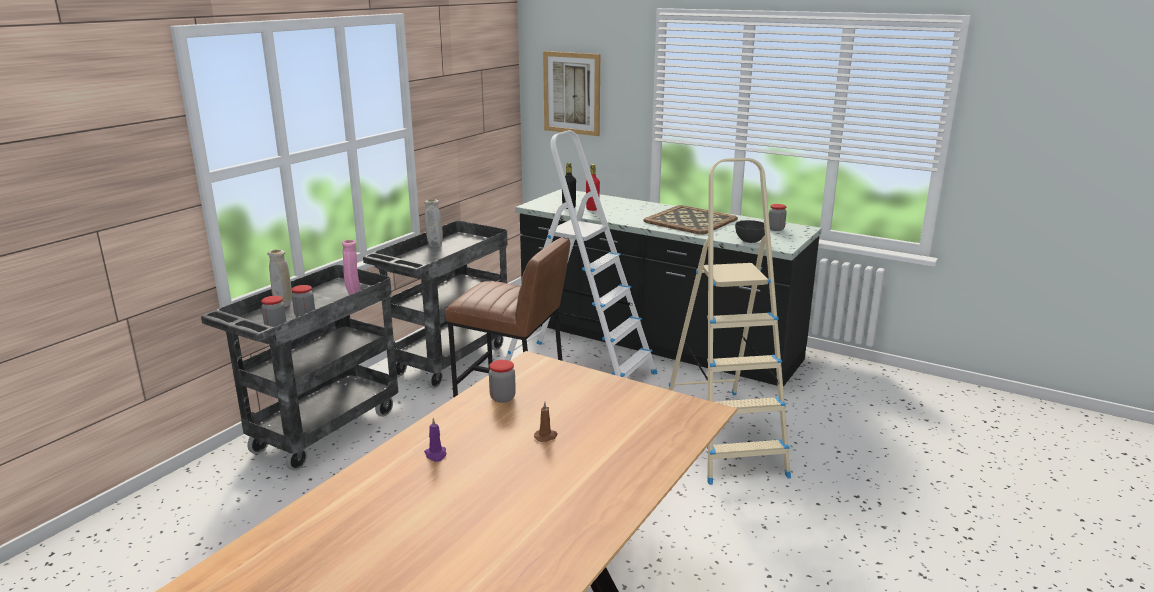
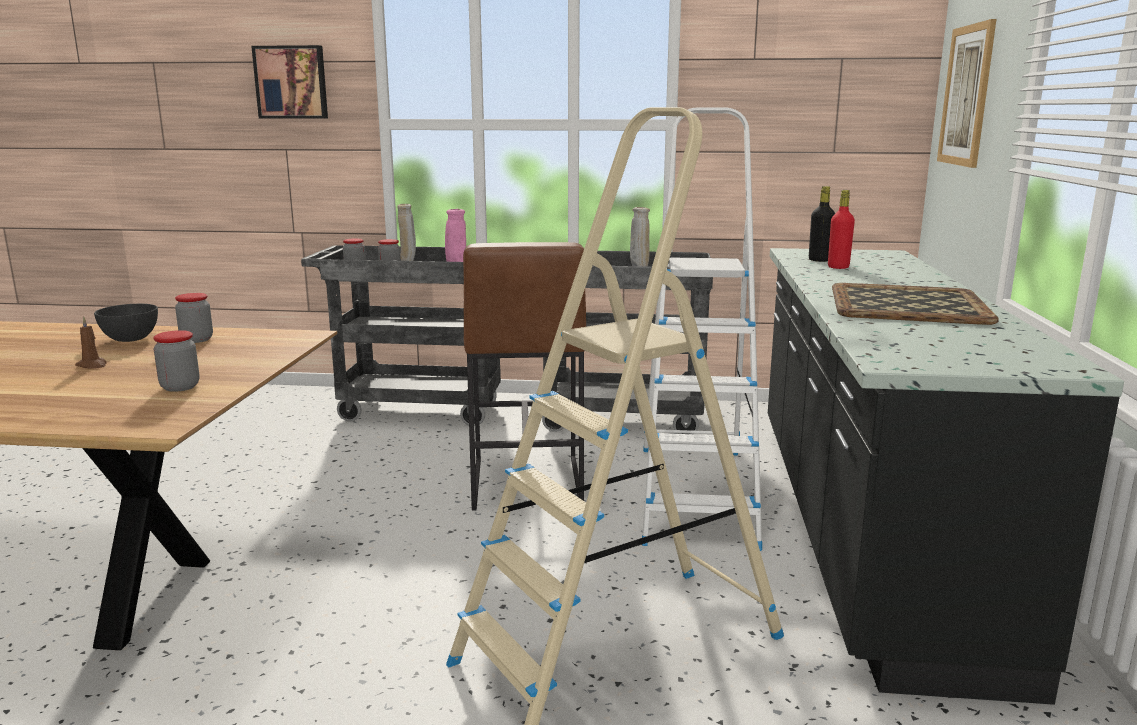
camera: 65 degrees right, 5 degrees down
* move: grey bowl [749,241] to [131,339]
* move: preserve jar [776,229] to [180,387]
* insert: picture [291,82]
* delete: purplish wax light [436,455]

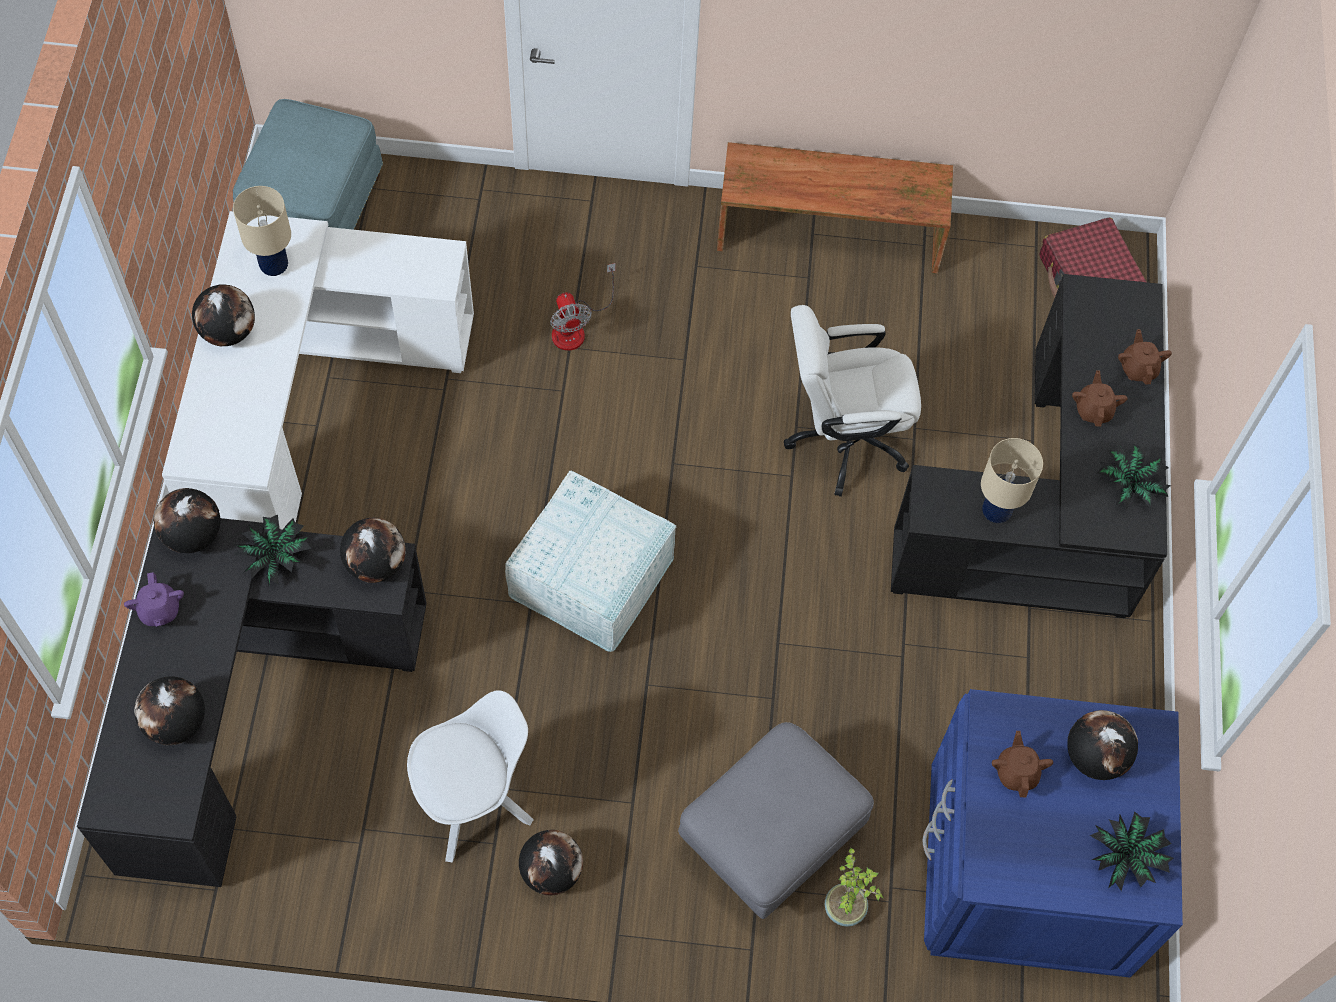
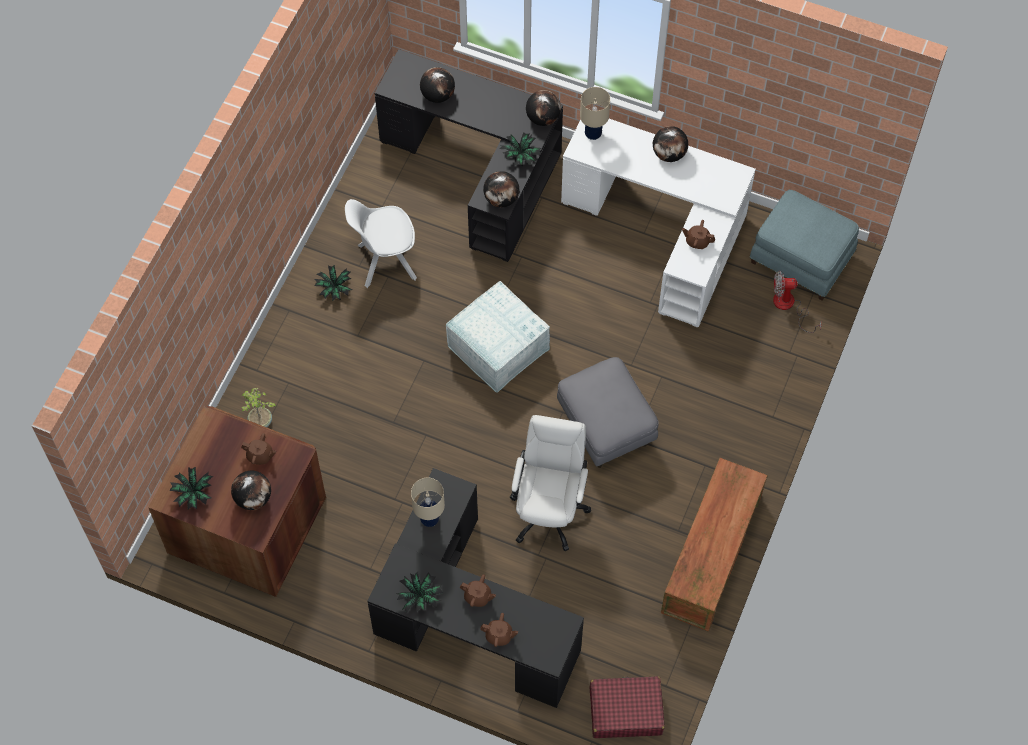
camera: 110 degrees right, 0 degrees up
* recolor: blue chest of drawers [1028,865] to brown chest of drawers [247,523]
* replace: globe [551,871] to potted plant [334,288]
* rotate: white-coloured plain chair [474,802] = [385,262] 90 degrees clockwise
* move: grey footrest [770,840] to [605,427]
* move: sand-coloured tabletop lamp [274,267] to [593,134]
* insert: brown teapot [697,241]
* move: cooling fan [576,327] to [789,306]
* delete: purplish teapot [159,610]

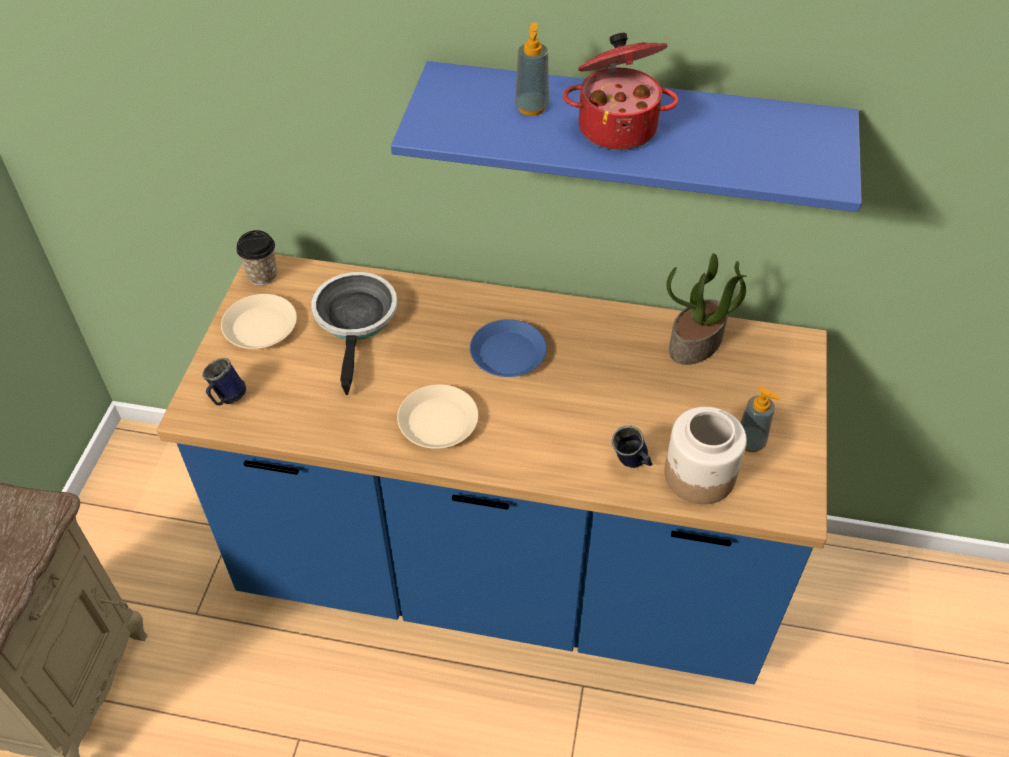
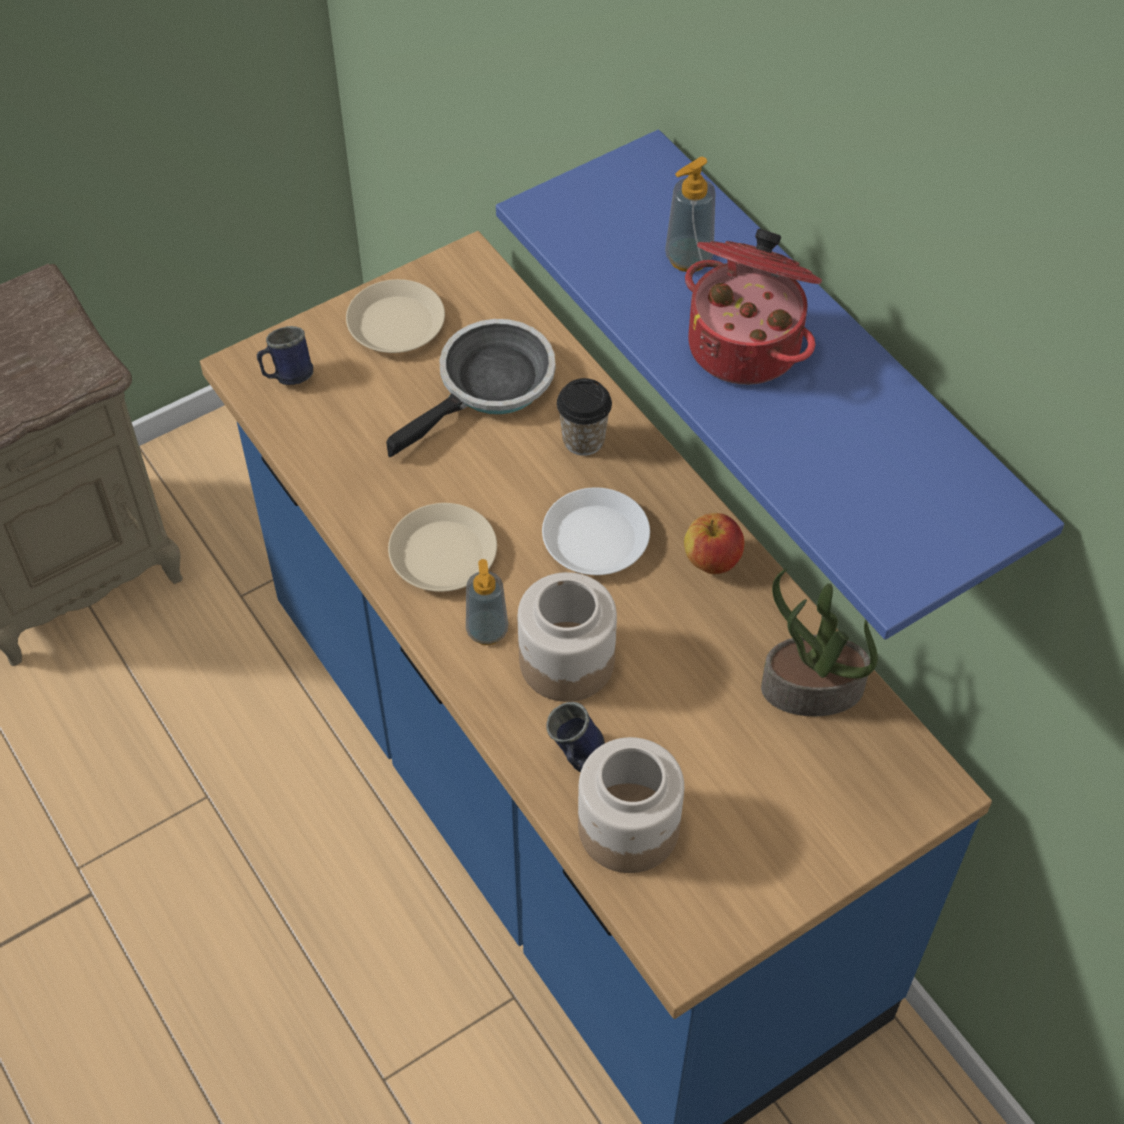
camera: 45 degrees right, 5 degrees up
* move: soap dispenser [750,442] to [487,631]
* insert: preserve jar [566,660]
* recolor: blue flat dish [508,354] to white-coloured flat dish [595,539]
* move: drinking cup [262,276] to [583,440]
* insert: apple [712,560]

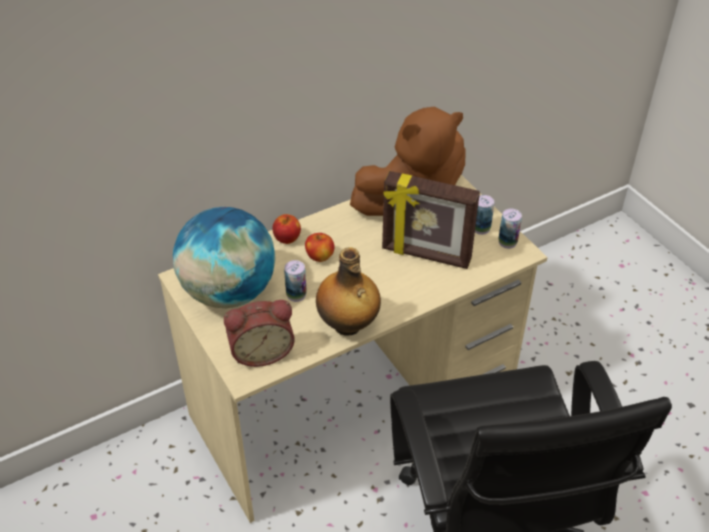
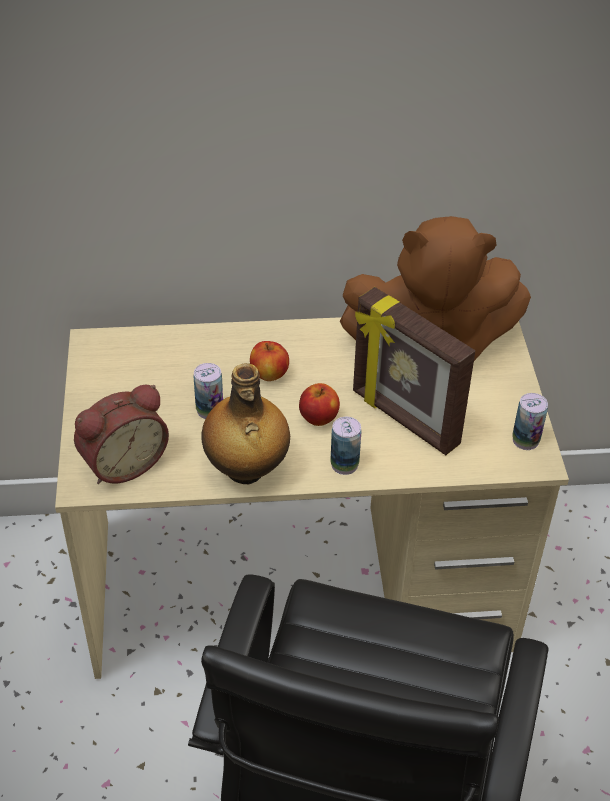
camera: 25 degrees right, 0 degrees up
* rotate: bedside clock [261,351] = [123,462] 45 degrees counterclockwise
* move: apple [287,239] to [318,418]
* move: metal can [481,228] to [344,464]
* delete: globe [229,292]

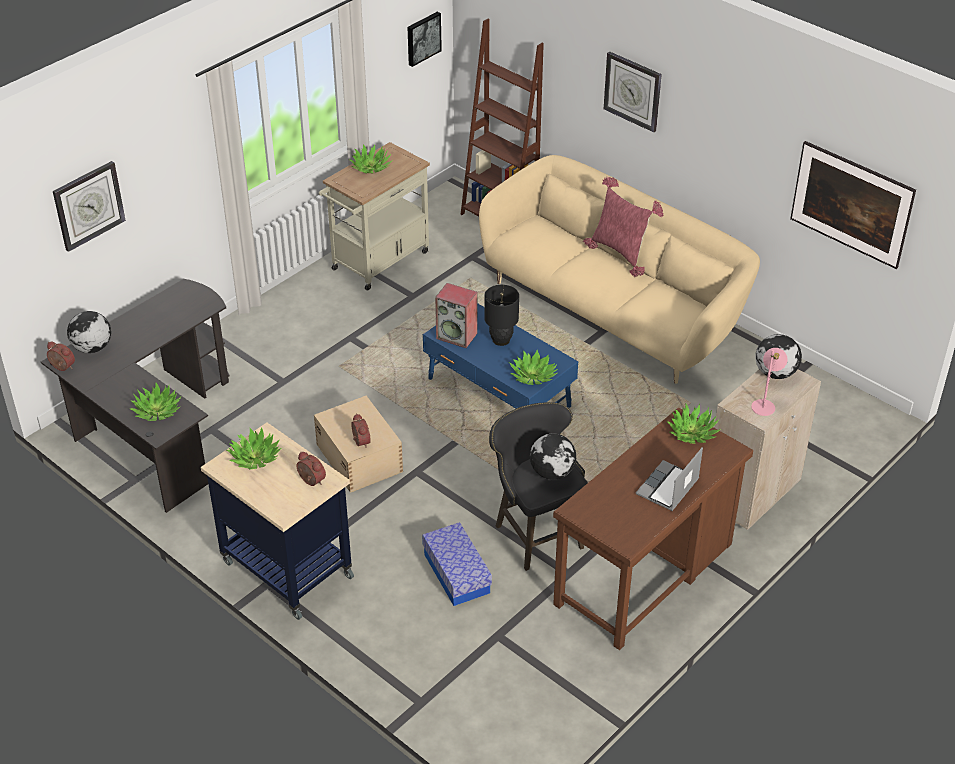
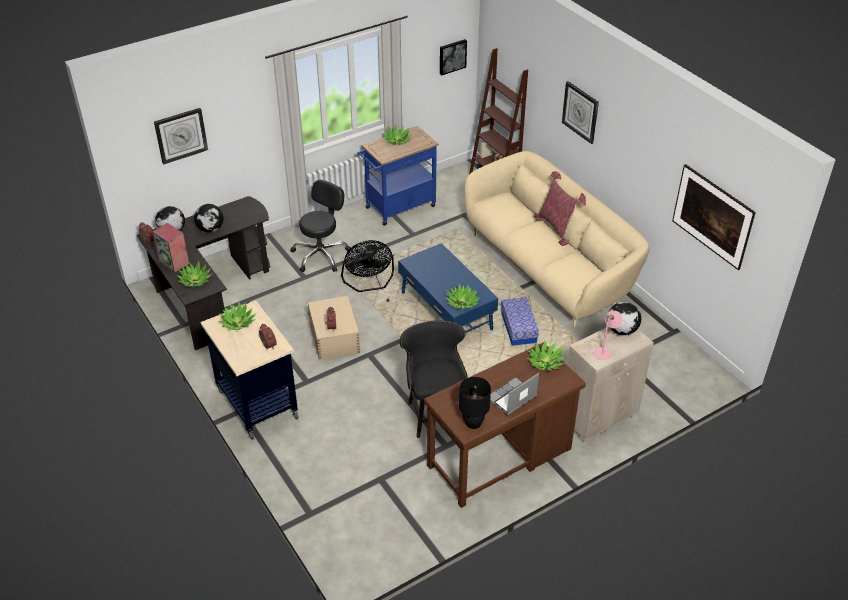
camera: 15 degrees right, 0 degrees up
* move: loudspeaker [457,336] to [174,263]
* move: globe [552,472] to [211,229]
* insert: black office chair [322,254]
* insert: black cooling fan [372,285]
* recolor: sand-coloured trolley [378,262] to blue trolley [398,208]
* move: black tabletop lamp [501,340] to [473,423]
* move: storage box [457,573] to [518,328]

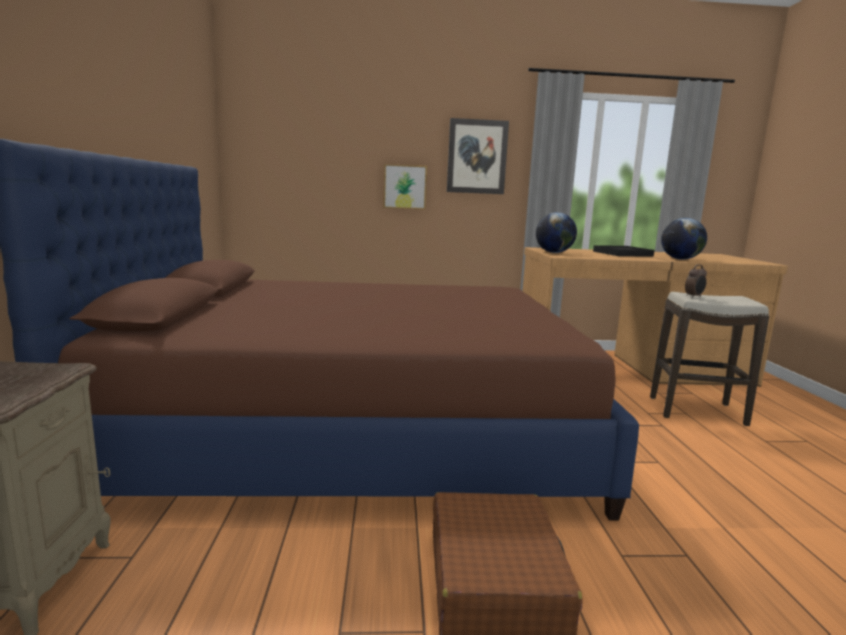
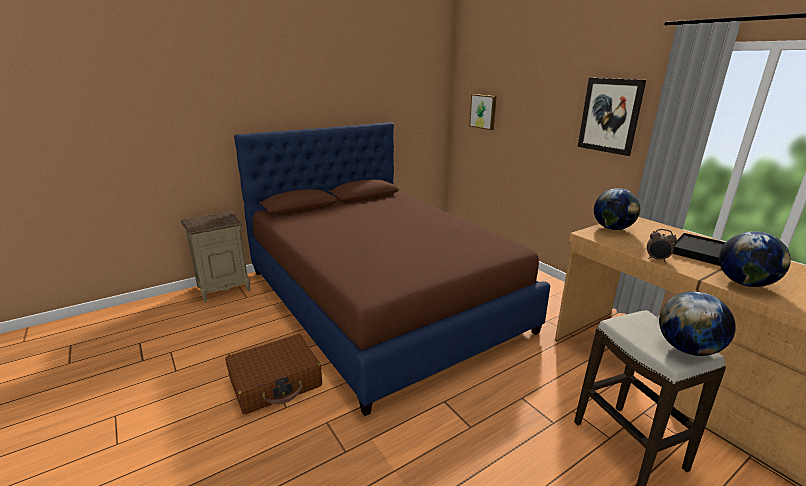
camera: 60 degrees right, 10 degrees up
* move: picture [405,187] to [483,111]
* move: bedside clock [694,296] to [657,259]
* insert: globe [687,349]

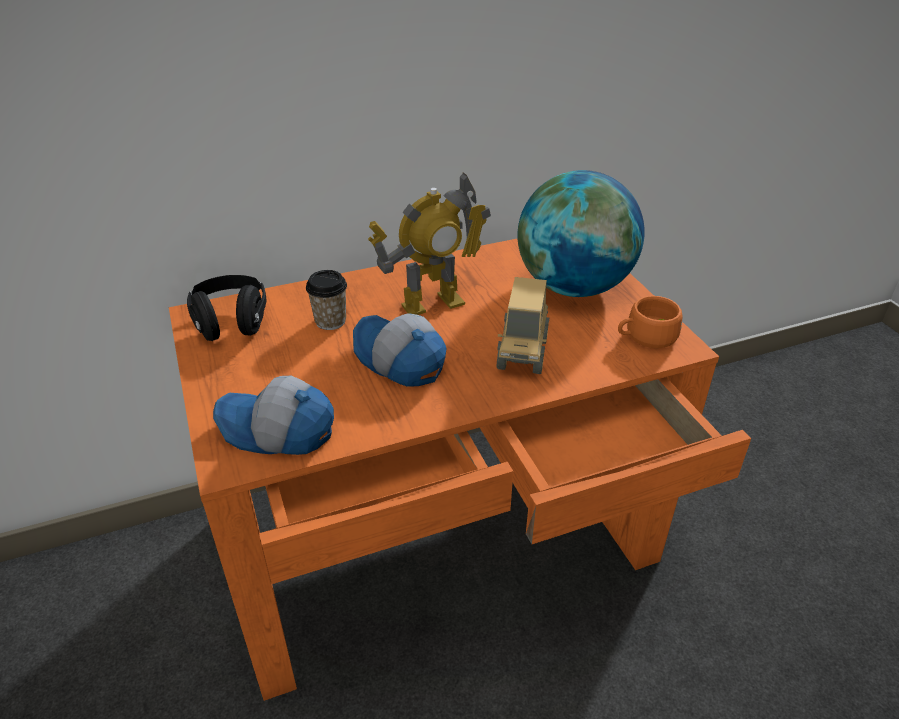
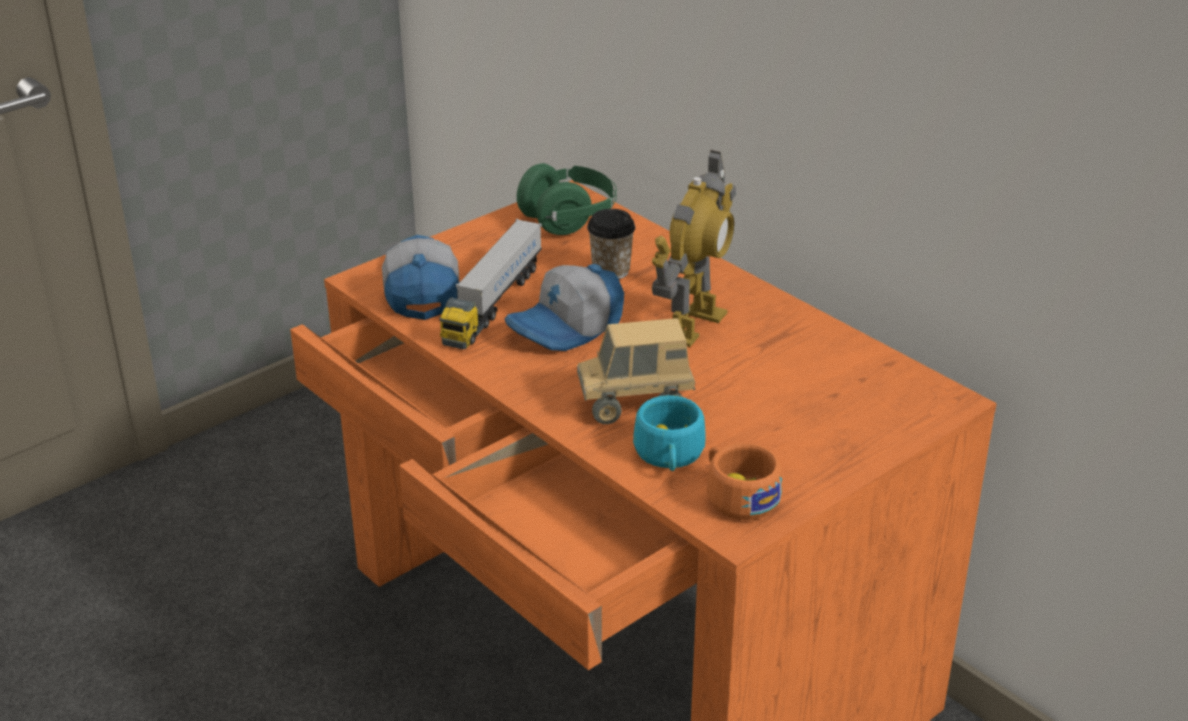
camera: 70 degrees right, 5 degrees down
* insert: model truck [493,303]
* rotate: baseball cap [398,361] = [567,328] 150 degrees counterclockwise
* recolor: black headphones [231,323] to greenish headphones [568,219]
* insert: turquoise drinking cup [669,456]
* rotate: toy robot [432,303] = [693,325] 105 degrees counterclockwise
* delete: globe [574,287]

